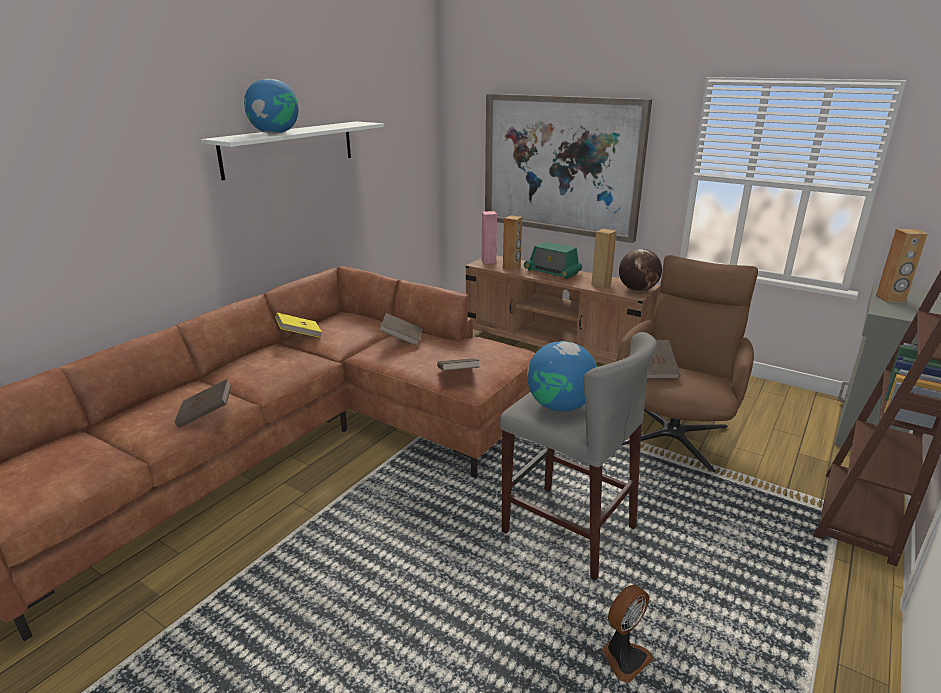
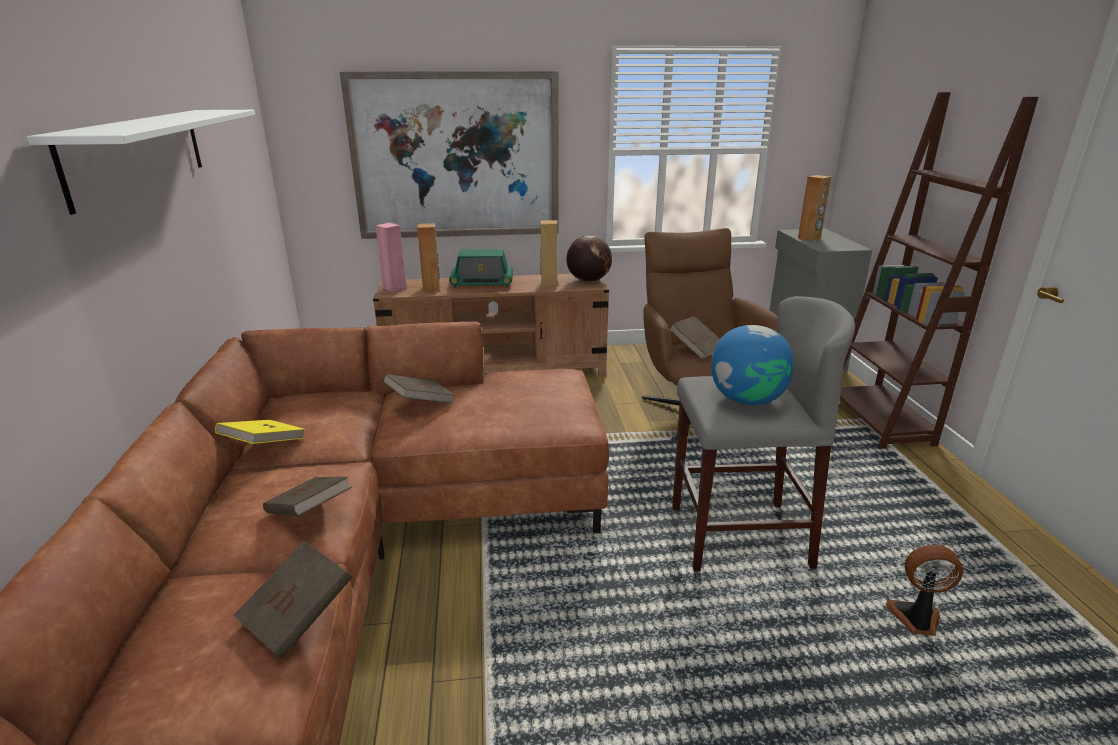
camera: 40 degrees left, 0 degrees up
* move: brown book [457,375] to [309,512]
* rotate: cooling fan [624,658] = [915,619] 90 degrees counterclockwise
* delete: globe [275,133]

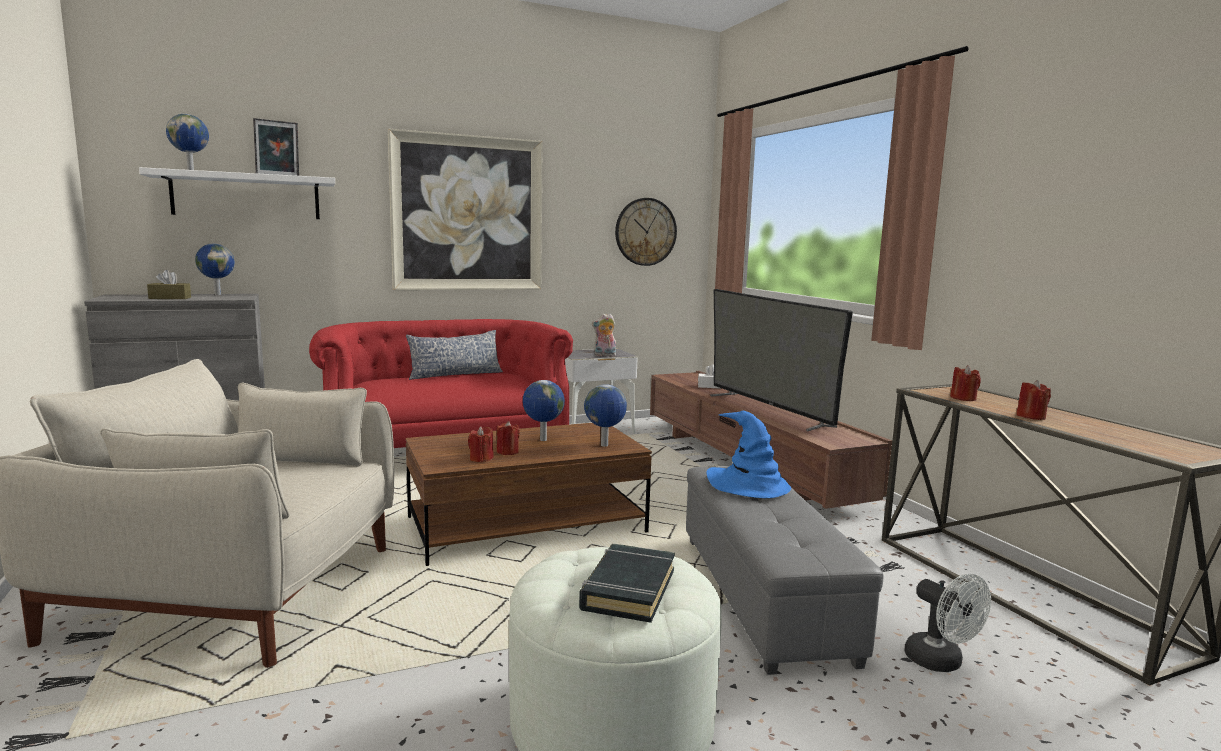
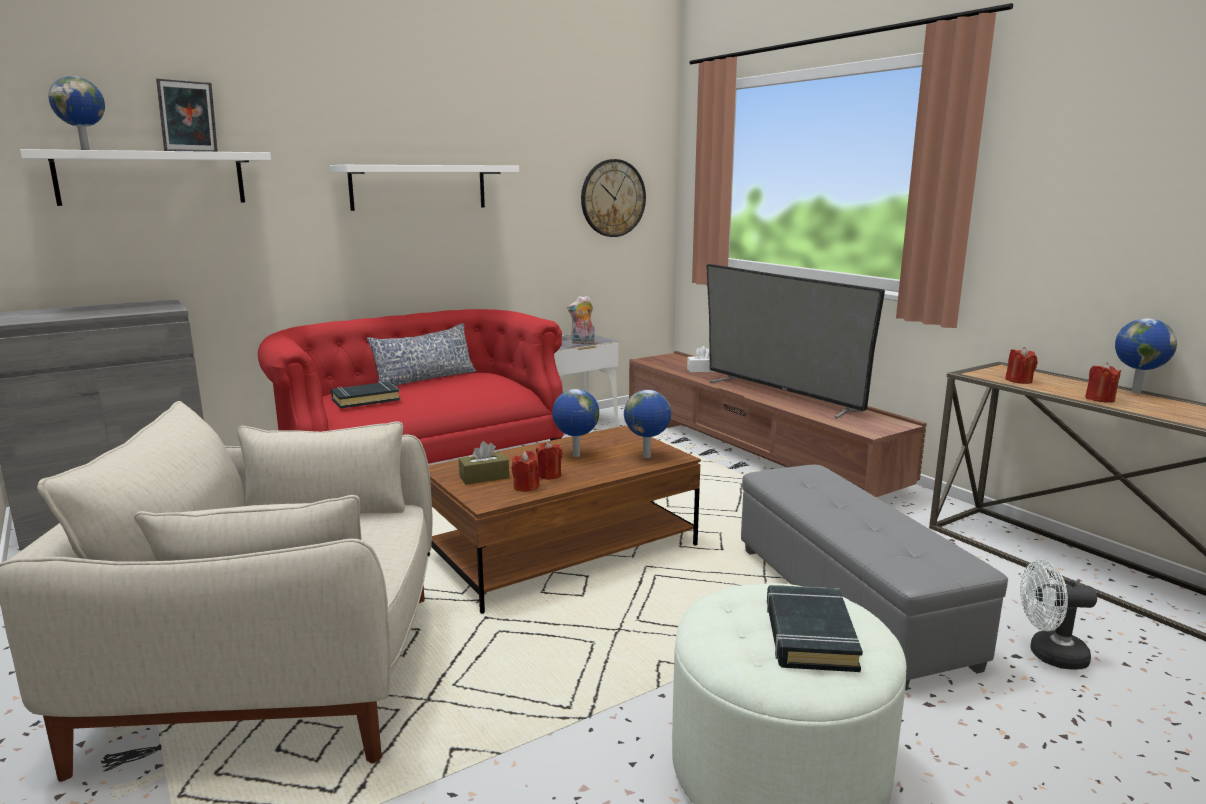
camera: 10 degrees left, 5 degrees up
* replace: picture [468,214] to white-coloured wall shelf [419,187]
* insert: black book [365,399]
* move: brown tissue holder [170,298] to [484,477]
* rotate: white-coloured cooling fan [941,663] = [1049,655] 135 degrees clockwise
* move: globe [217,294] to [1134,392]
* delete: blue hat [748,485]

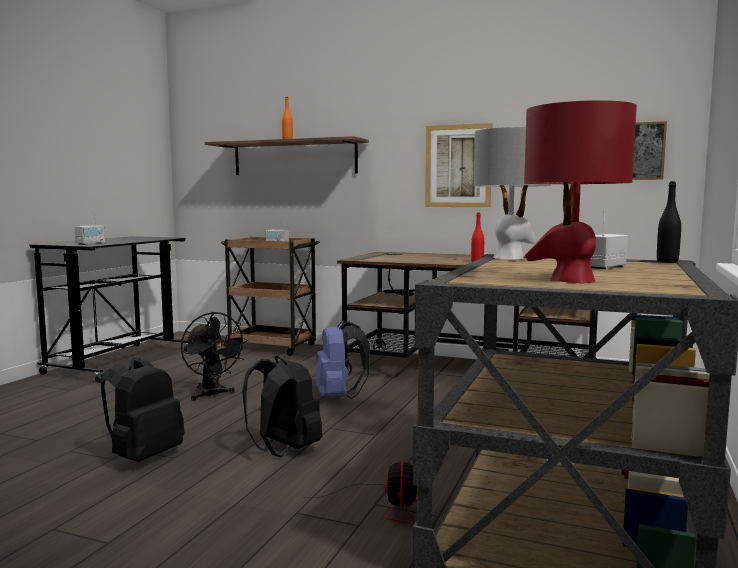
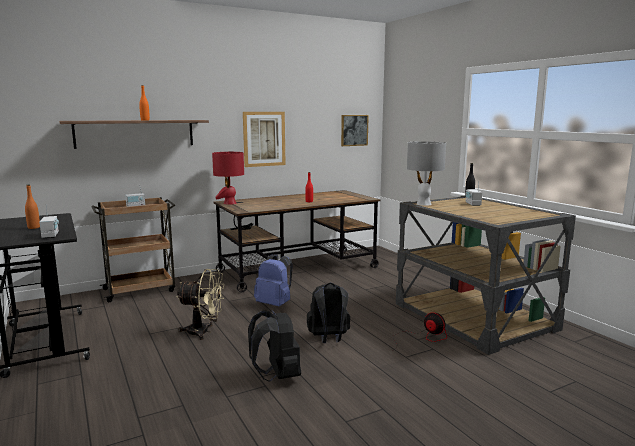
camera: 50 degrees left, 5 degrees up
* insert: orangey drink bottle [34,227]
* recolor: black cooling fan [212,395] to sand-coloured cooling fan [203,332]
* move: reddish tabletop lamp [572,280] to [230,203]

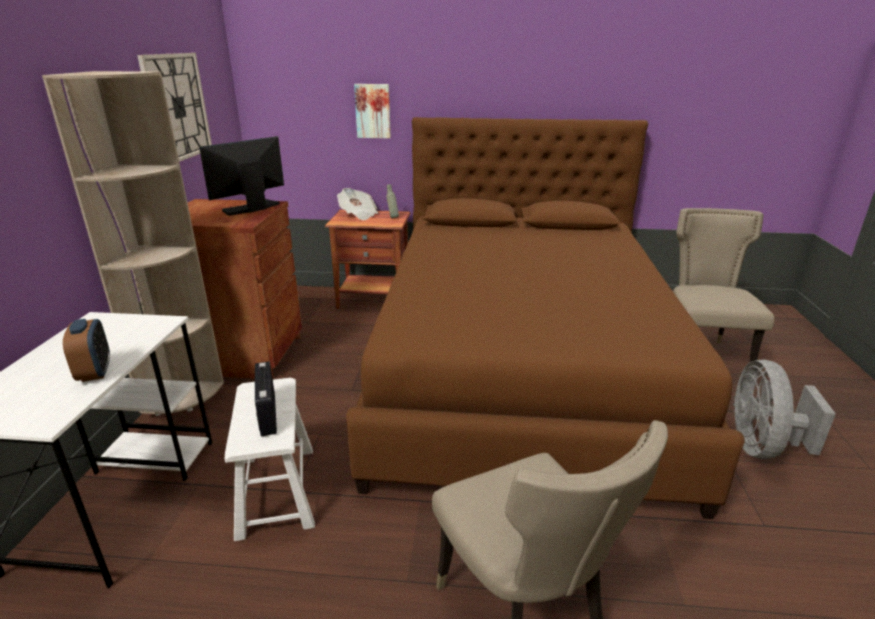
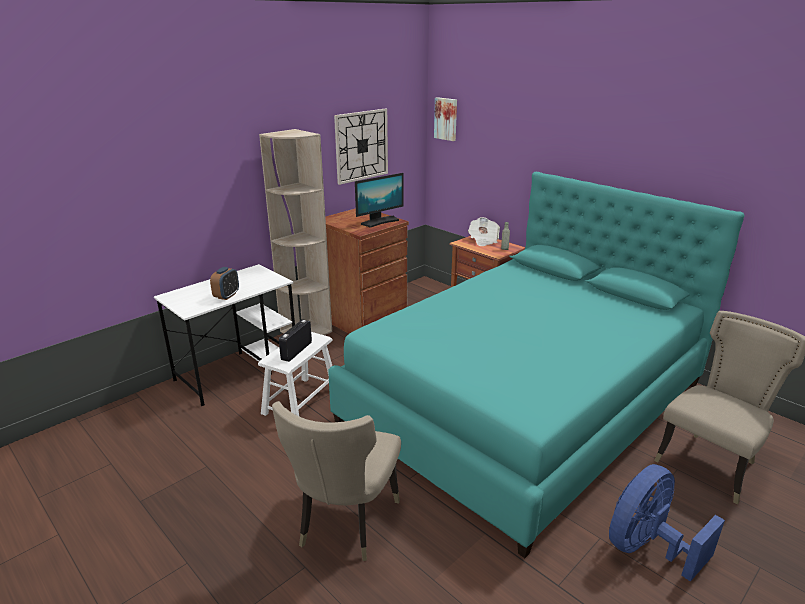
camera: 40 degrees right, 0 degrees up
* recolor: brown sleeping bed [521,370] to turquoise sleeping bed [525,403]
* rotate: monitor [251,208] = [379,221] 150 degrees clockwise
* move: picture [373,111] to [446,119]
* recolor: grey cooling fan [761,446] to blue cooling fan [647,547]

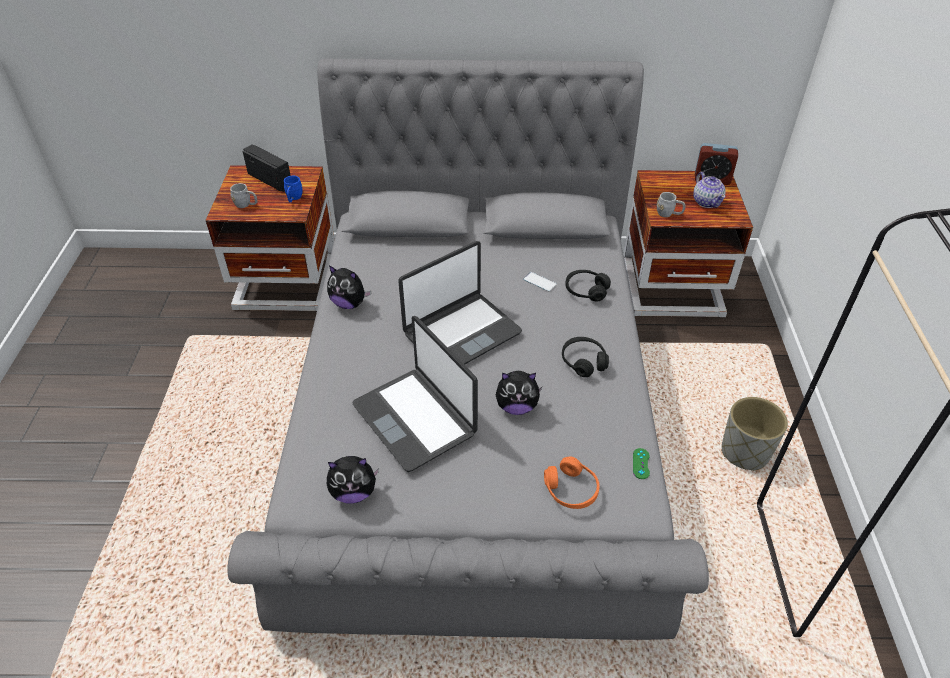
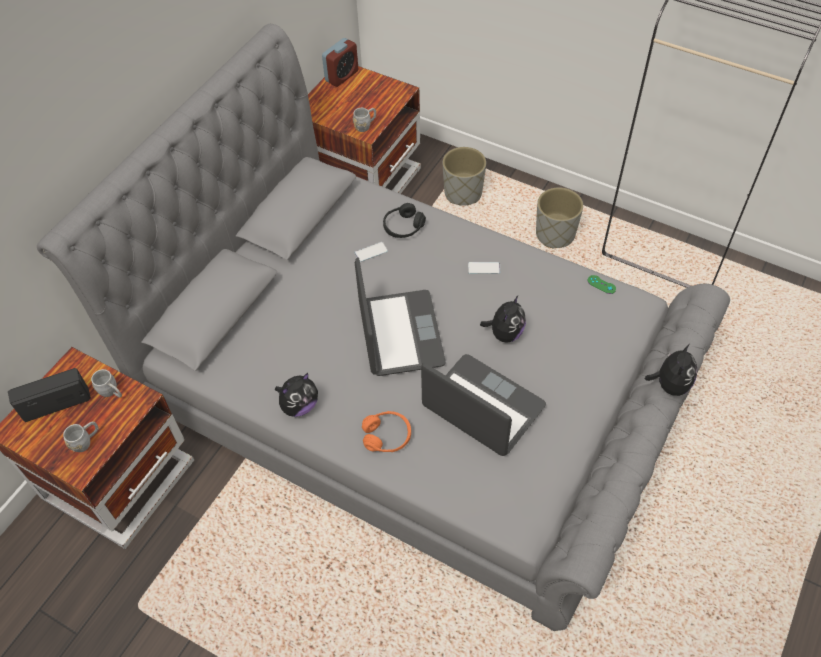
camera: 60 degrees left, 10 degrees up
* recolor: blue coffee mug [293,198] to grey coffee mug [112,392]
* move: orangey headphones [571,490] to [387,436]
* rotate: notebook computer [415,419] = [482,407] 135 degrees counterclockwise
* insert: grey plant pot [463,193]
* replace: black headphones [583,362] to handset [484,268]
* move: plush toy [354,492] to [670,385]
* delete: teapot [707,202]

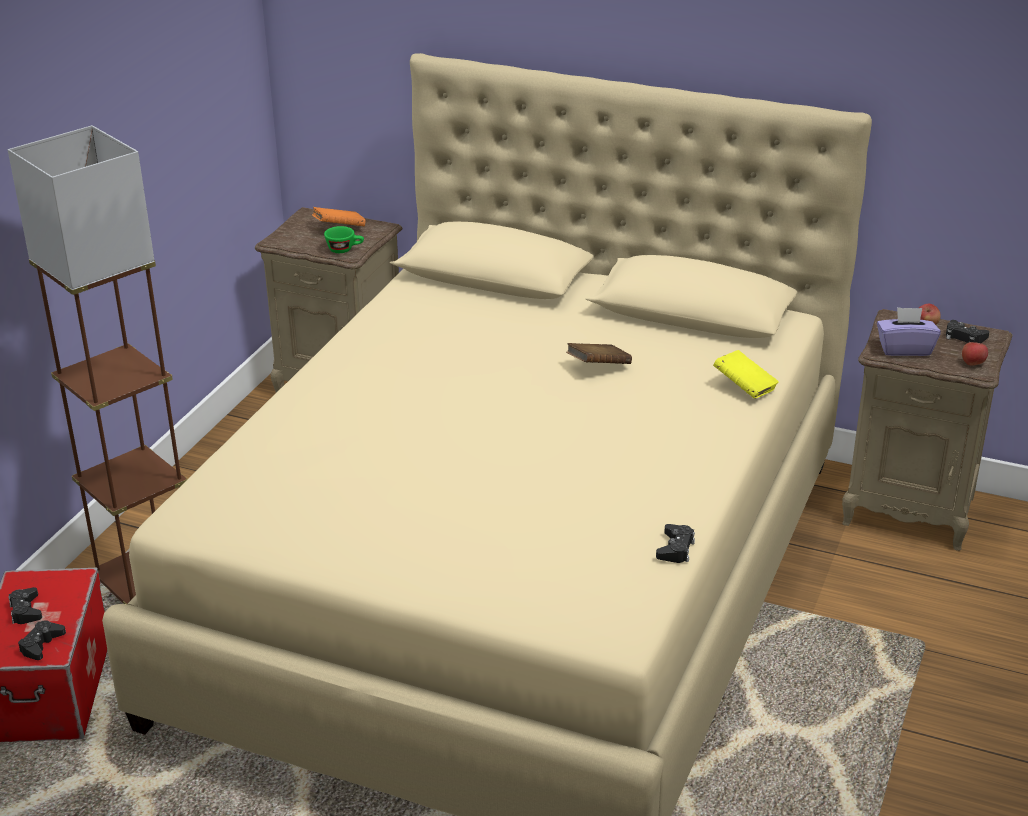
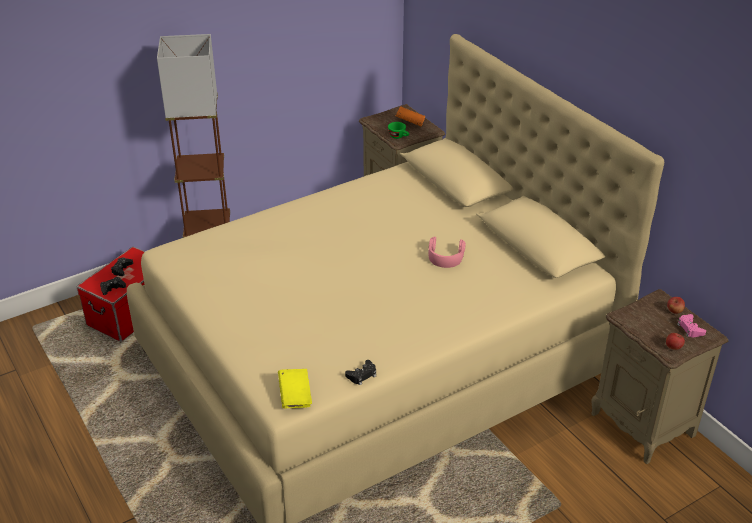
camera: 35 degrees right, 5 degrees up
* move: yellowish book [744,387] to [295,396]
* replace: brown book [598,367] to pink headphones [445,256]
* recolor: black gamepad [964,337] to pink gamepad [690,329]
* delete: purplish tissue holder [904,349]

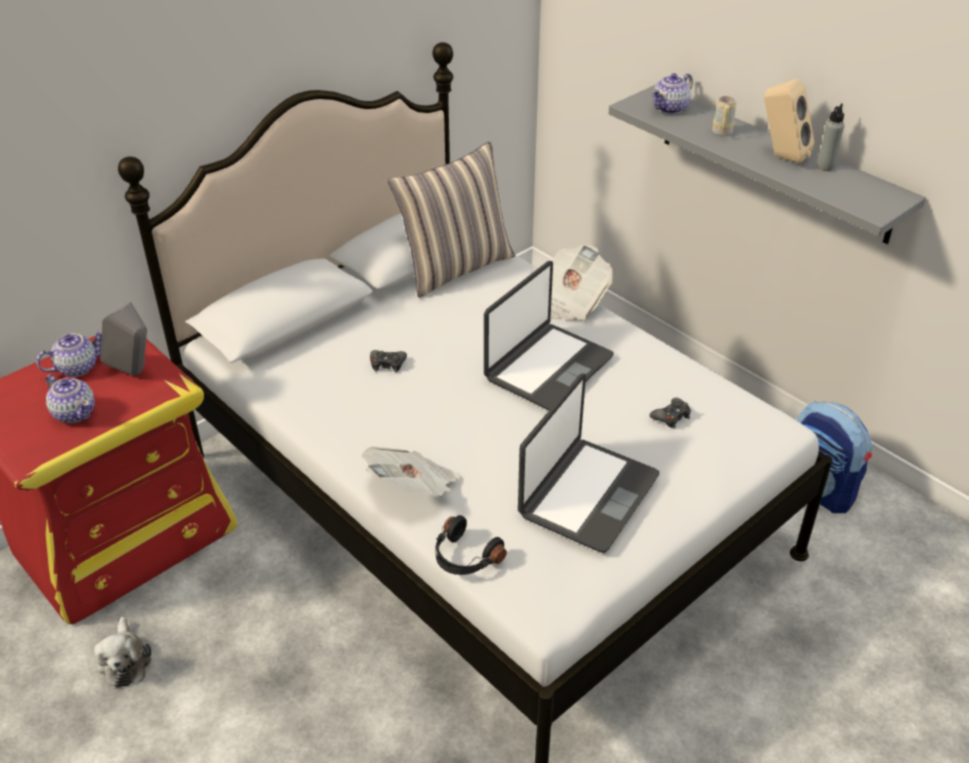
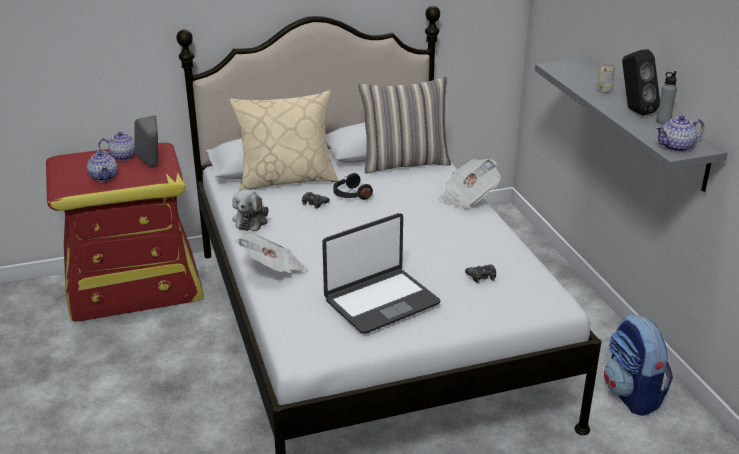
camera: 25 degrees right, 10 degrees down
* insert: sand-coloured cushion [287,179]
* move: plush toy [125,661] to [251,220]
* move: black headphones [464,558] to [350,195]
* recolor: sand-coloured loudspeaker [781,157] to black loudspeaker [634,111]
* move: teapot [670,108] to [676,147]
* delete: notebook computer [547,367]

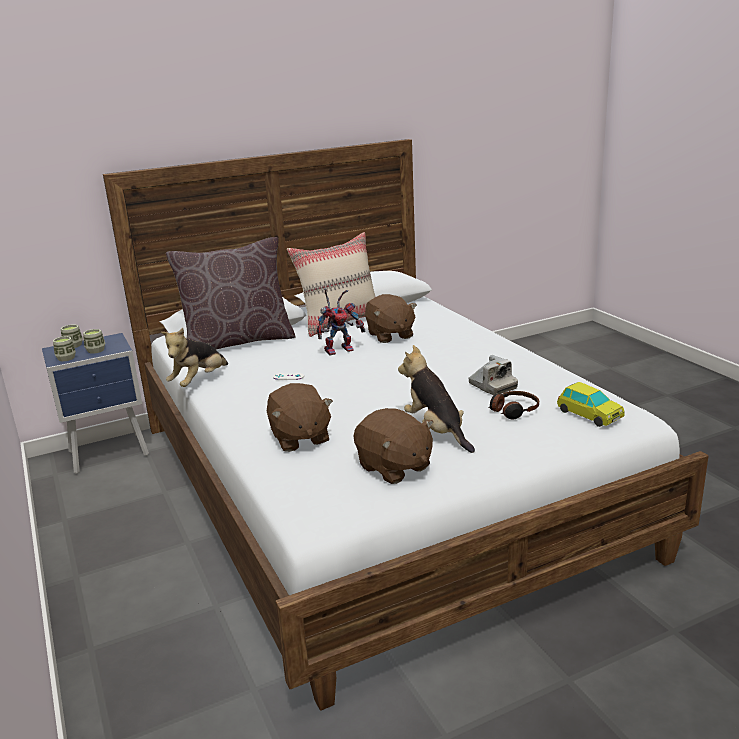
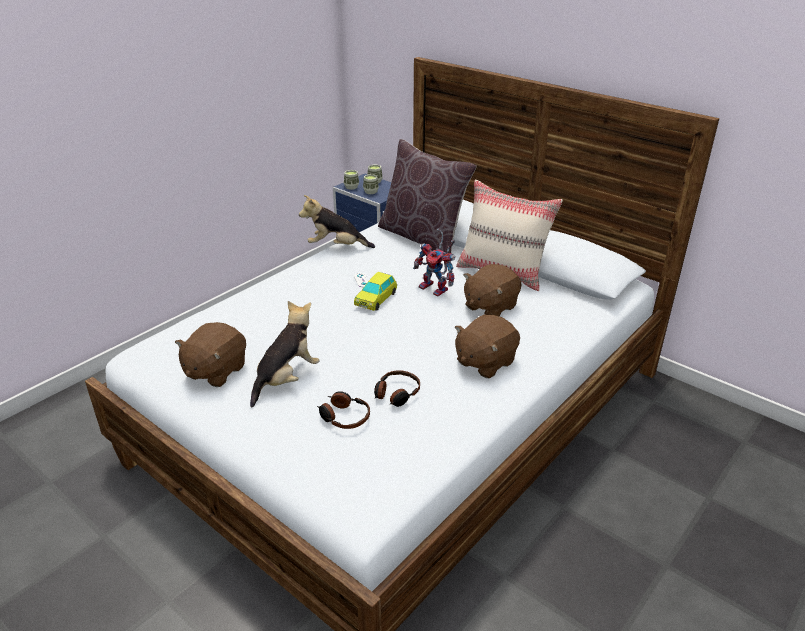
camera: 65 degrees right, 10 degrees up
* move: model car [589,415] to [376,299]
* replace: still camera [492,386] to headphones [396,394]
* move: brown plush toy [299,438] to [484,362]

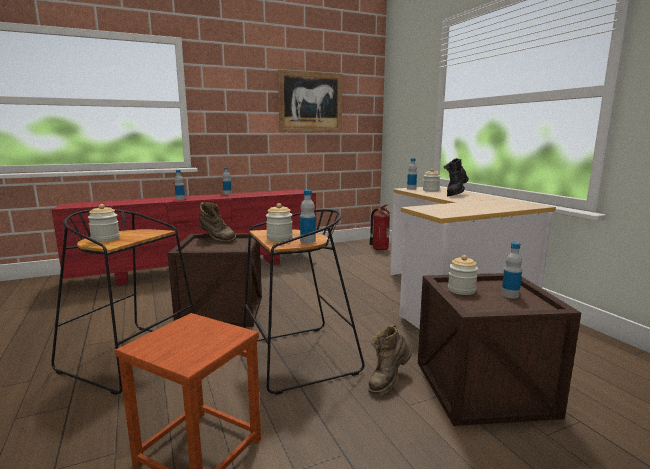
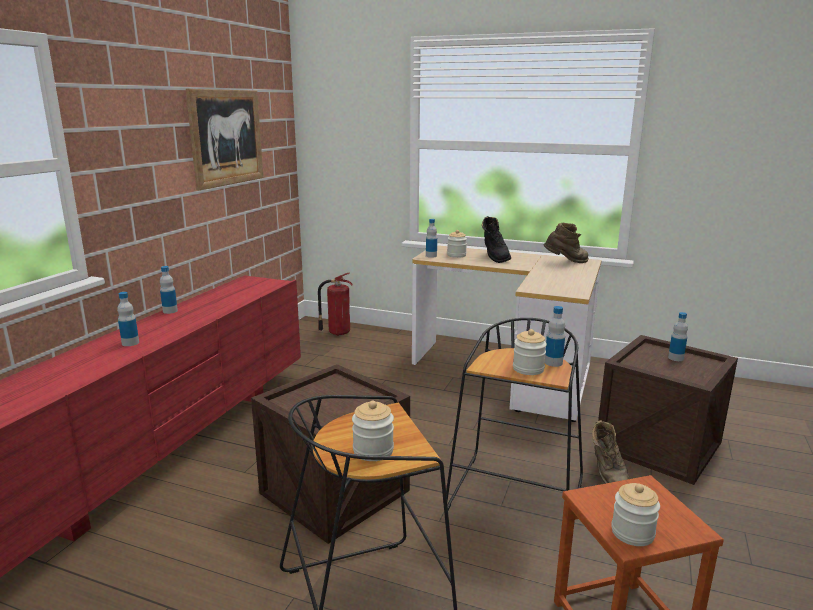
camera: 45 degrees left, 5 degrees up
* move: brown boot [216,239] to [566,262]
* move: preserve jar [461,290] to [632,533]

